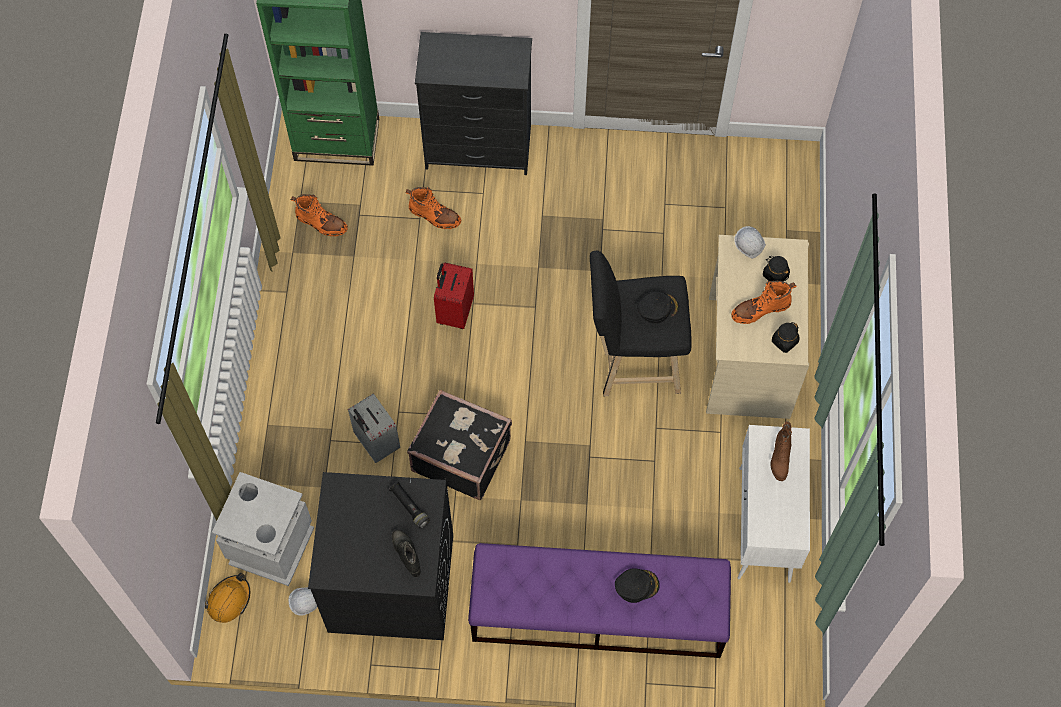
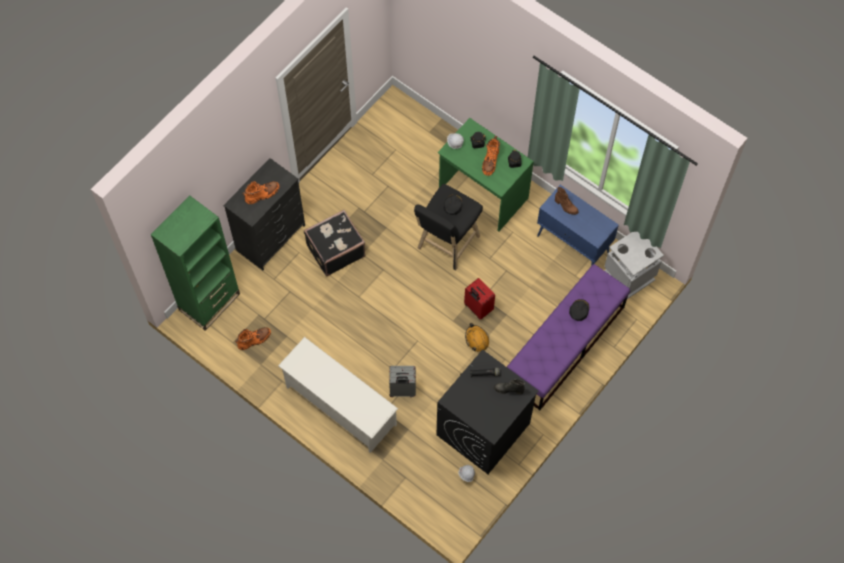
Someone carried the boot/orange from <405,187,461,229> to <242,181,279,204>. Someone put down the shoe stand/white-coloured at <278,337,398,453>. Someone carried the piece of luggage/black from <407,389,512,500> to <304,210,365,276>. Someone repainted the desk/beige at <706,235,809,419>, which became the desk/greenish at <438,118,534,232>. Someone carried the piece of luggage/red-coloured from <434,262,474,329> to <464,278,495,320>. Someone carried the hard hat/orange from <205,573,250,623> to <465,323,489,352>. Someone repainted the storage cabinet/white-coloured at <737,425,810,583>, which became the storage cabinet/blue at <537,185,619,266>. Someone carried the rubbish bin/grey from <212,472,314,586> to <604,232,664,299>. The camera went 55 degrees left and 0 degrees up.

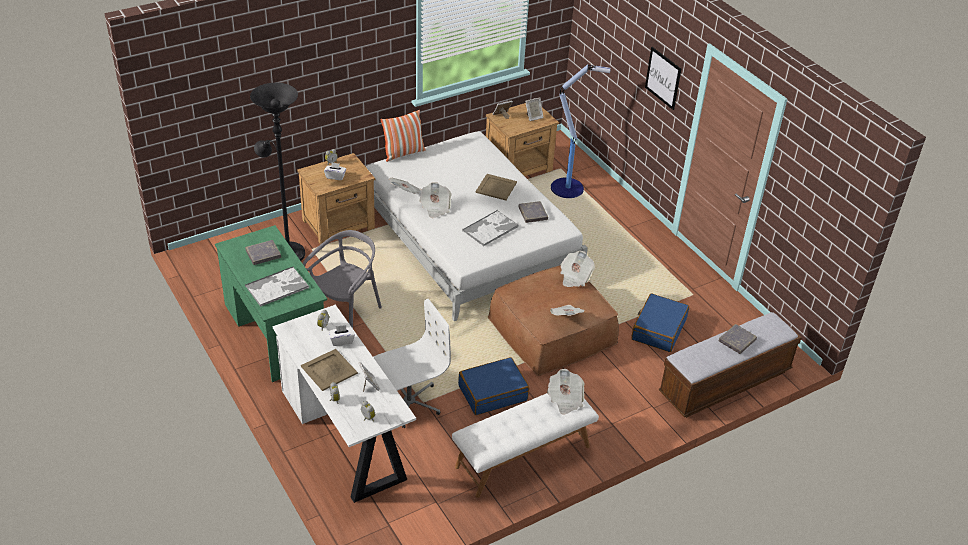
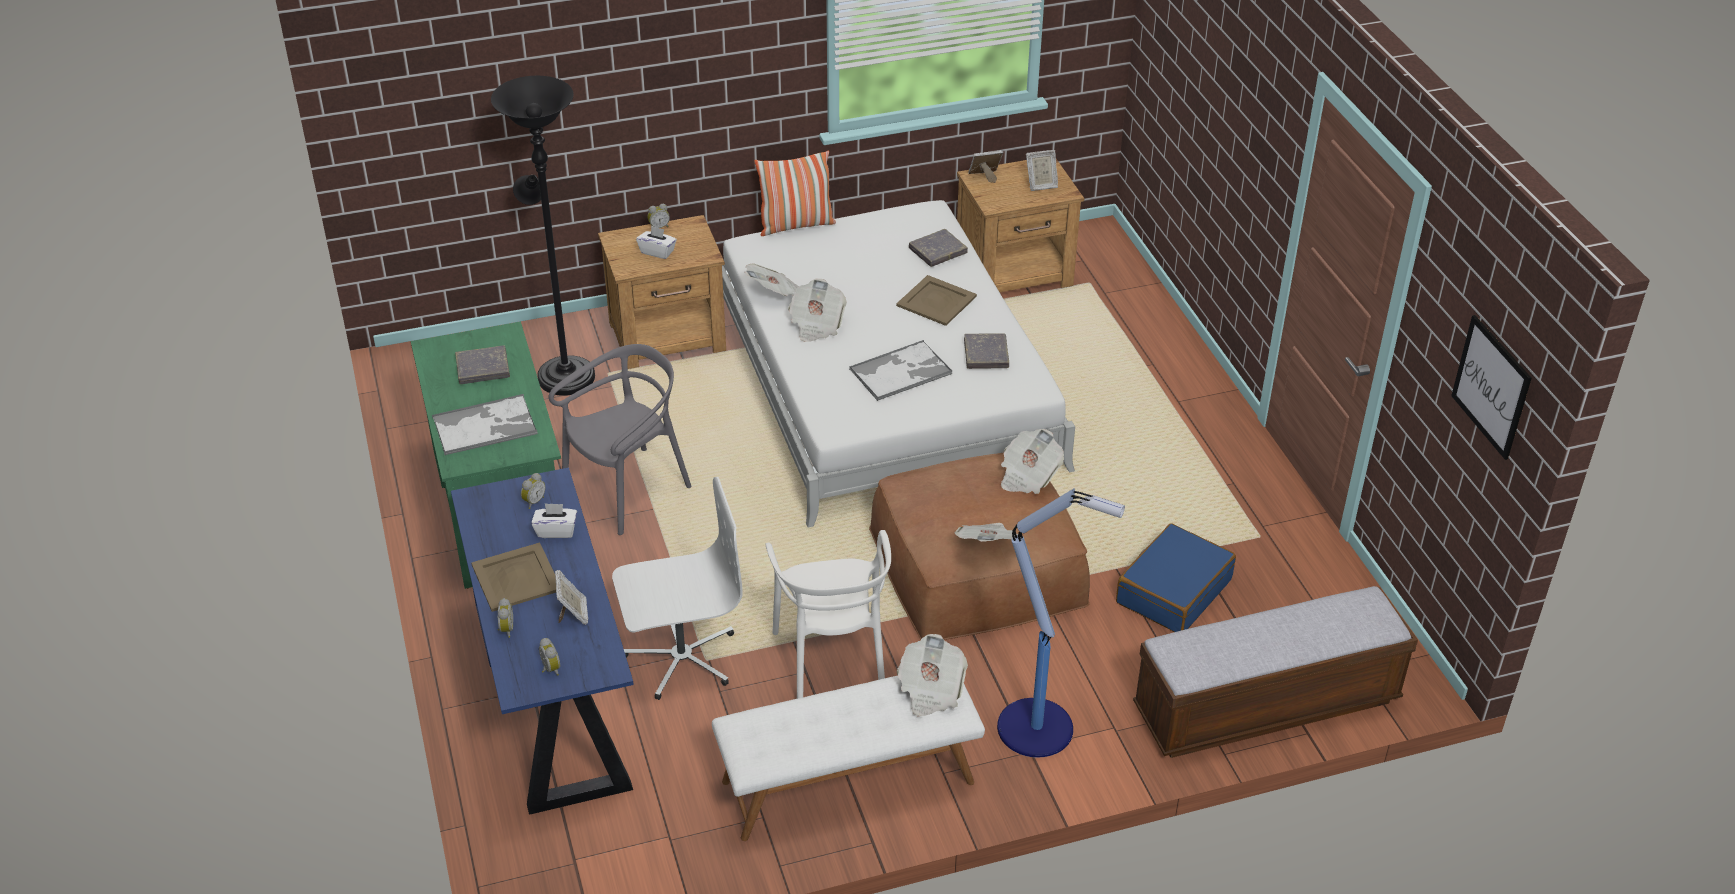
Someone repainted the desk/white-coloured at <273,305,416,503>, which became the desk/blue at <451,468,634,815>. Someone swapped the piece of luggage/blue at <458,357,529,415> for the chair/white-coloured at <765,530,891,699>. Someone carried the book/grey from <719,324,757,354> to <909,229,968,267>. Someone carried the standard lamp from <551,64,611,198> to <997,488,1125,757>. Someone carried the wall art from <645,47,681,110> to <1451,315,1532,460>. The camera went 15 degrees right and 0 degrees up.

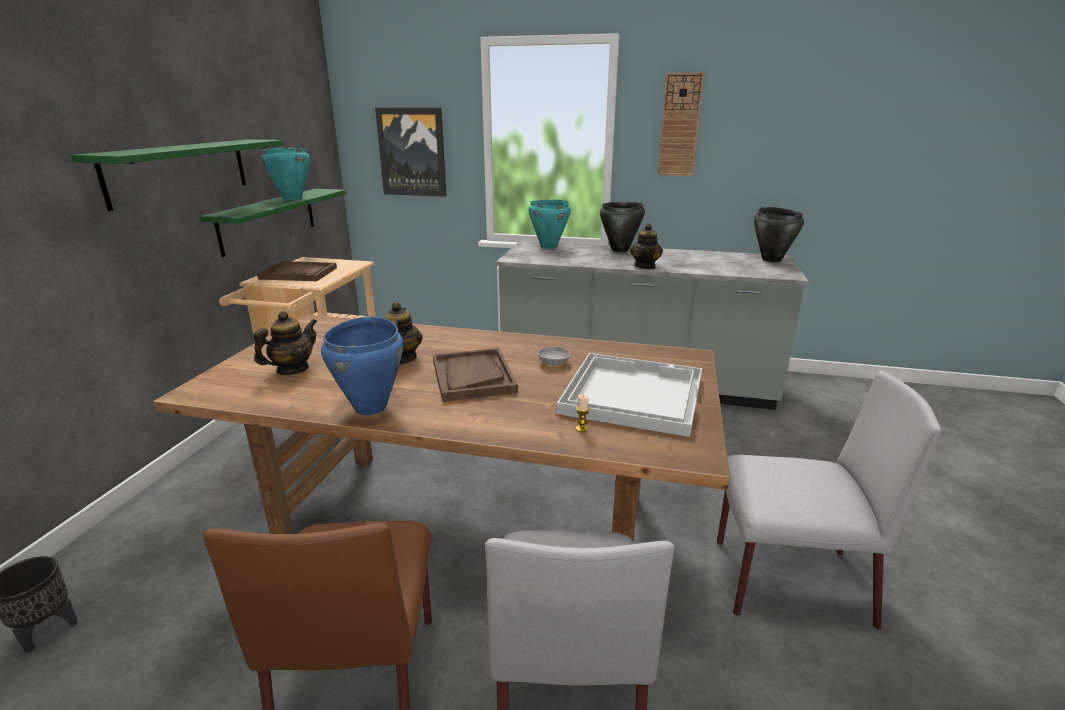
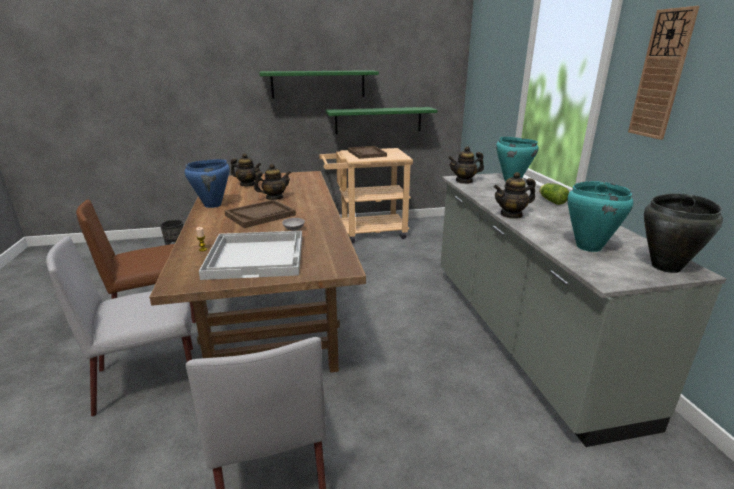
Someone put down the pot for tea at <448,146,484,184>. Someone swapped the cooking pot/black at <600,202,645,252> for the lettuce at <539,183,569,205>. Someone carried the cooking pot/blue-green from <262,147,310,200> to <567,181,633,252>. Someone took away the wall art at <375,108,447,197>. The camera went 65 degrees right and 0 degrees up.

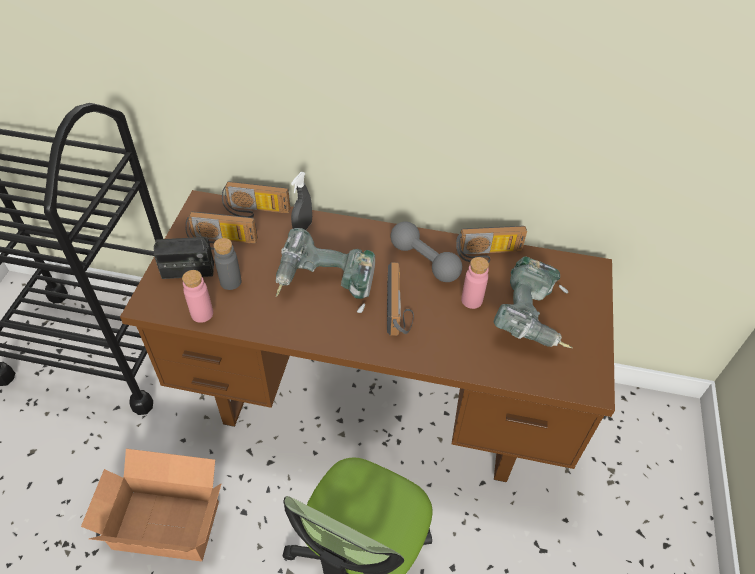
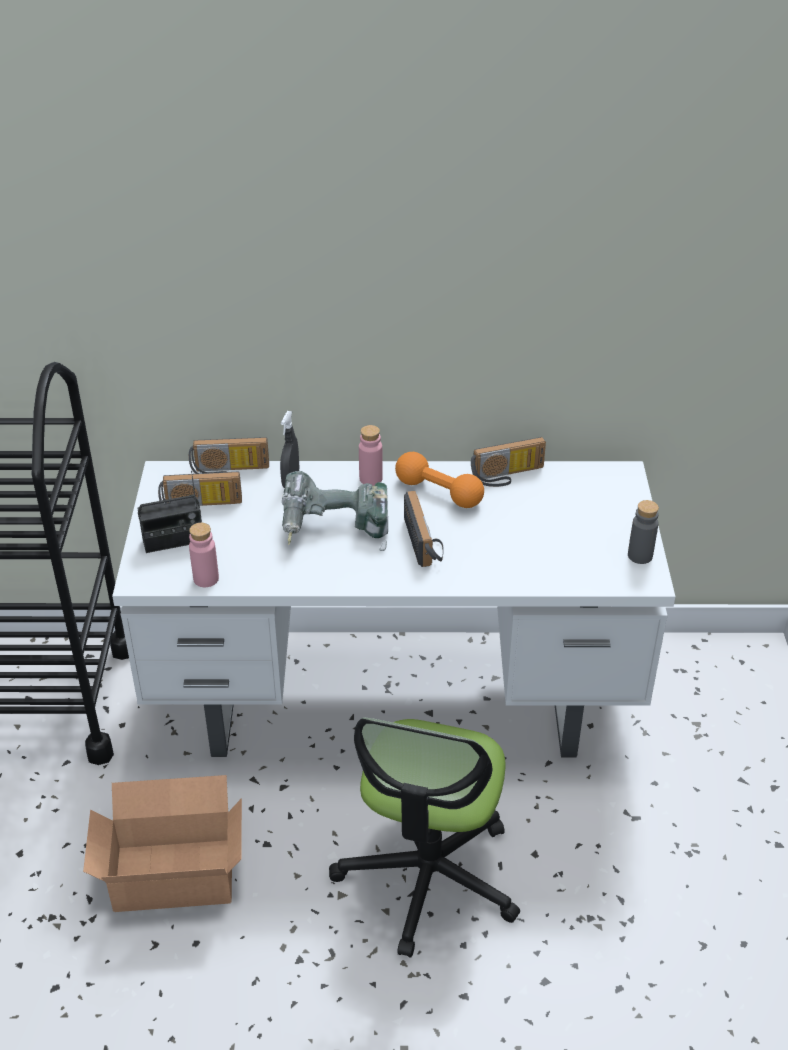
Someone repainted the desk/brown-coloured at <120,190,615,482>, which became the desk/white-coloured at <112,461,675,757>. Someone carried the drink bottle/pink-coloured from <461,257,489,309> to <359,425,383,486>. Someone repainted the hand weight/grey at <390,221,462,282>, which became the hand weight/orange at <395,452,484,508>. Someone carried the drink bottle/grey from <213,238,242,290> to <628,500,659,564>. Someone took away the drill at <494,257,573,348>. The camera went 10 degrees left and 10 degrees down.

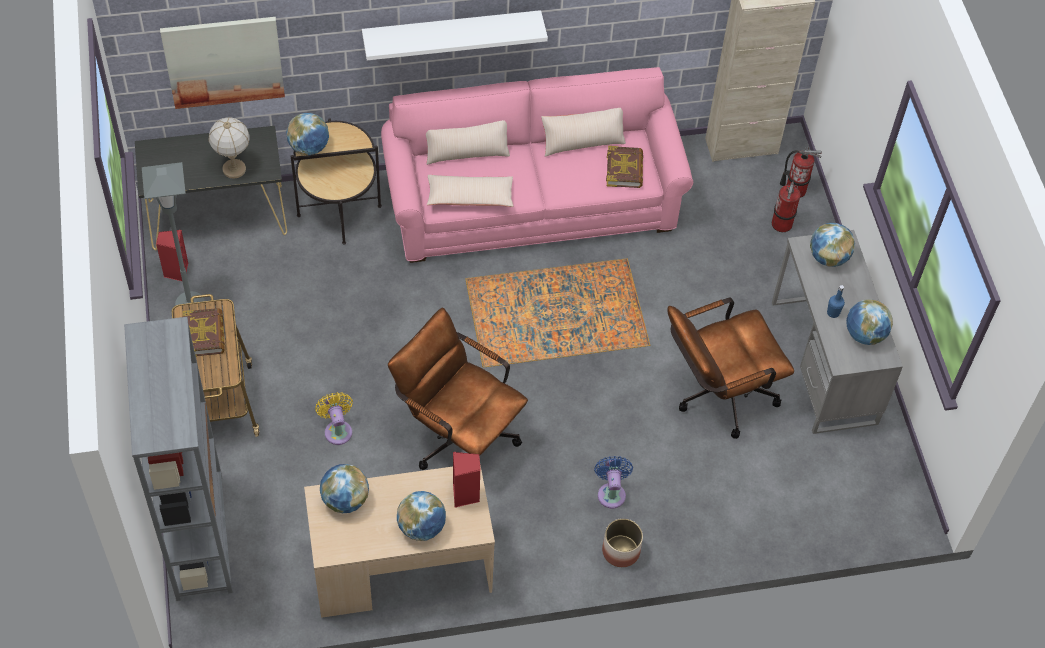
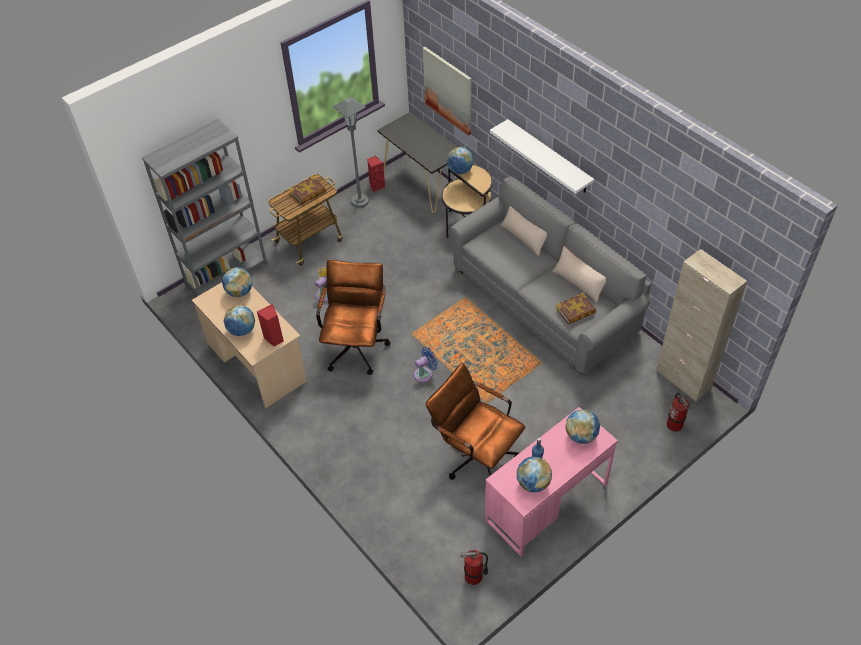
Someone carried the electric fan/blue from <594,456,633,508> to <414,347,438,382>. Someone repainted the sofa/pink-coloured at <381,67,693,263>, which became the sofa/grey at <449,176,651,375>. Someone carried the fire-fighting cylinder from <772,180,800,232> to <460,550,488,585>. Someone repainted the desk/grey at <772,230,903,434>, which became the desk/pink-coloured at <485,407,618,556>. Someone took away the tabletop lamp at <209,117,250,179>. Someone took away the throw pillow/beige at <427,175,514,207>. Someone took away the plant pot at <602,518,643,567>. The camera went 65 degrees right and 5 degrees down.

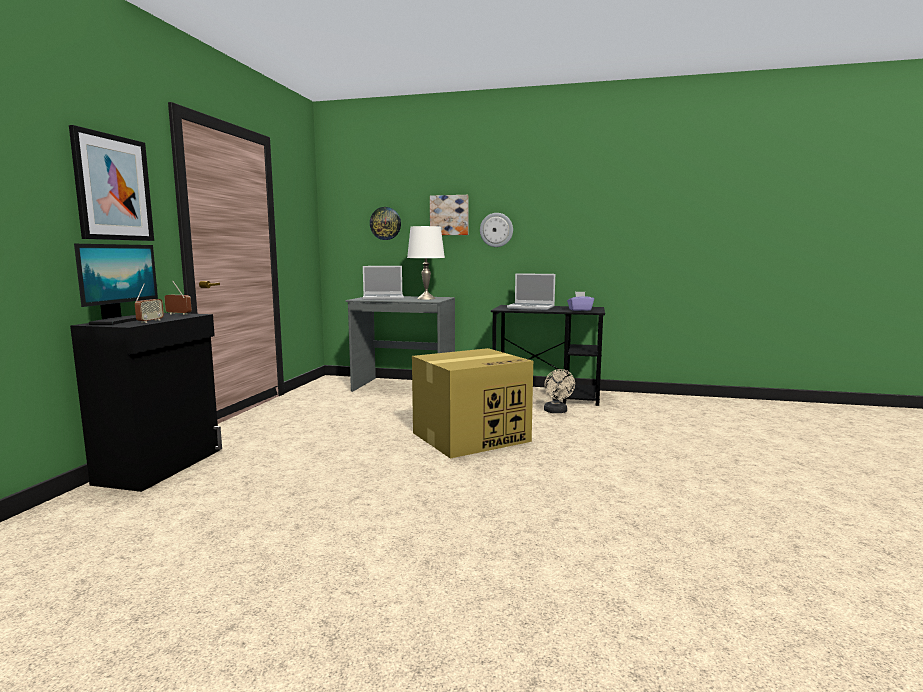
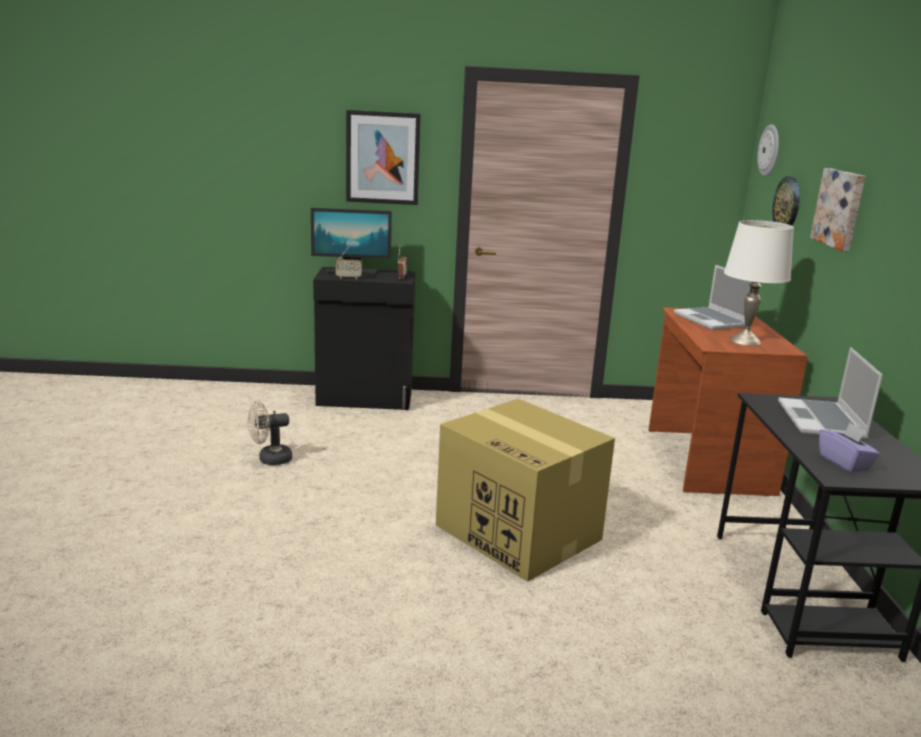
Someone carried the electric fan/beige from <544,369,575,413> to <247,401,292,465>. Someone repainted the desk/grey at <345,296,455,392>, which became the desk/brown-coloured at <649,307,808,496>. Someone carried the clock on the wall from <480,213,513,247> to <757,124,779,177>. The camera went 75 degrees right and 10 degrees up.

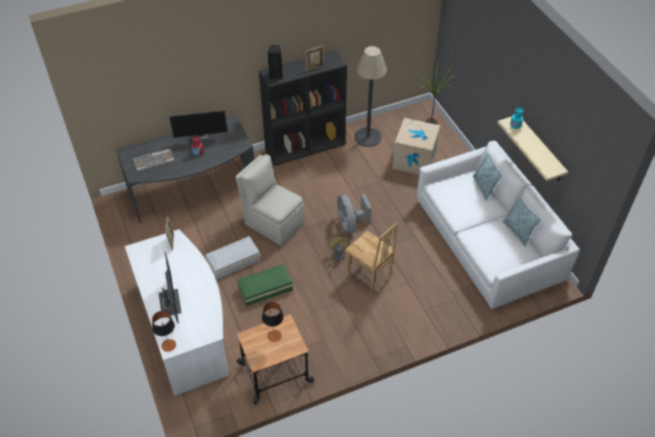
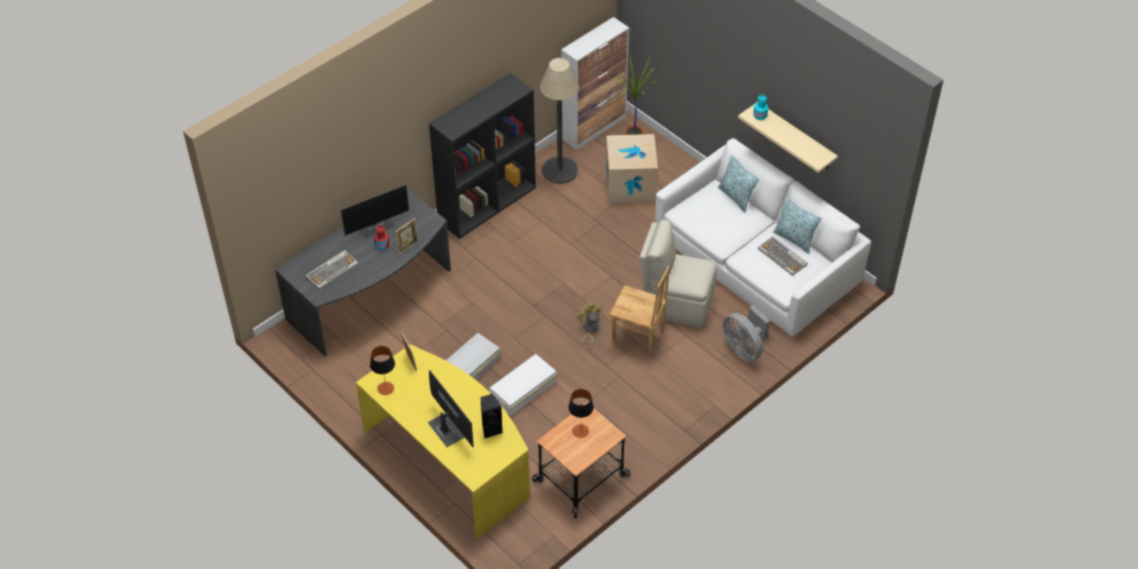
Someone repainted the desk/white-coloured at <125,229,229,396>, which became the desk/yellowish at <356,344,530,539>. Someone carried the tabletop lamp from <152,311,176,352> to <370,346,395,395>. Someone carried the picture frame from <305,45,324,71> to <395,218,419,254>. Someone carried the loudspeaker/black from <268,45,283,79> to <480,394,503,438>. Someone repainted the storage container/greenish at <237,264,293,306>, which became the storage container/white-coloured at <489,354,557,416>. Someone put down the storage cabinet at <561,17,629,150>. Someone carried the chair/beige from <235,154,304,246> to <640,220,717,329>. Someone carried the electric fan/grey from <337,194,371,233> to <723,305,770,361>. Someone put down the computer keyboard at <758,236,808,276>. The camera went 20 degrees left and 0 degrees up.

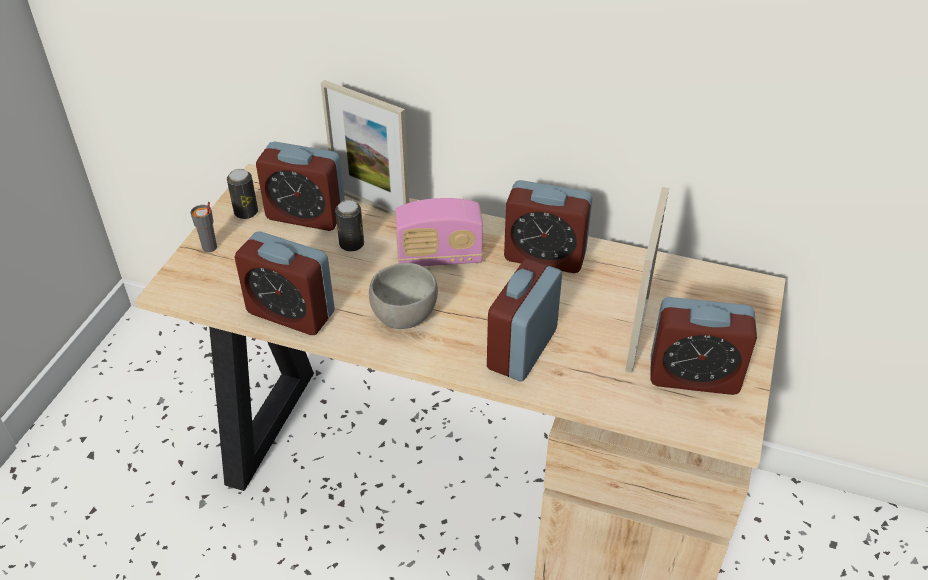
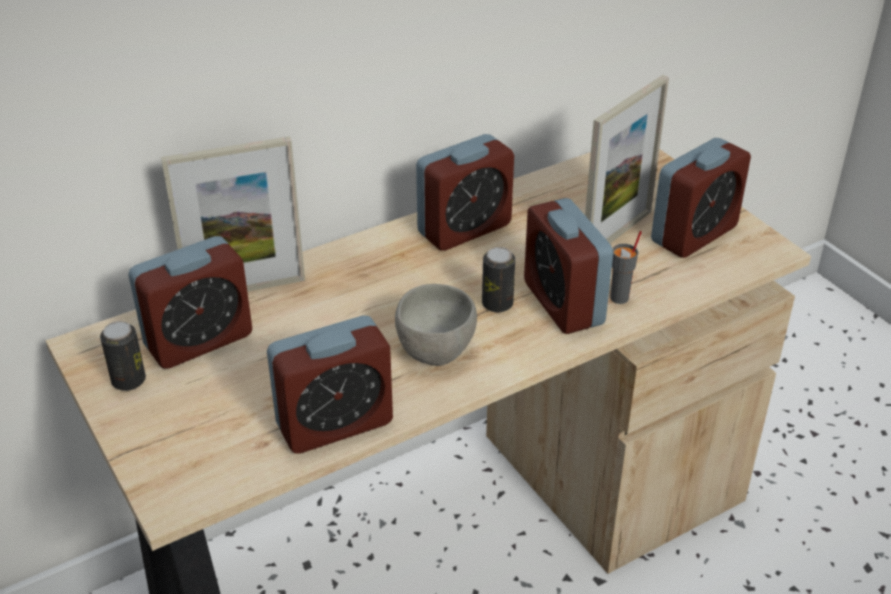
Someone carried the can from <335,200,364,252> to <482,247,515,313>. Someone rotated the picture frame at <625,187,669,373> by 75 degrees clockwise. Someone carried the small cup/grey from <190,202,217,252> to <610,231,642,304>. Someone took away the radio set at <395,198,483,266>. The camera went 50 degrees left and 5 degrees down.

